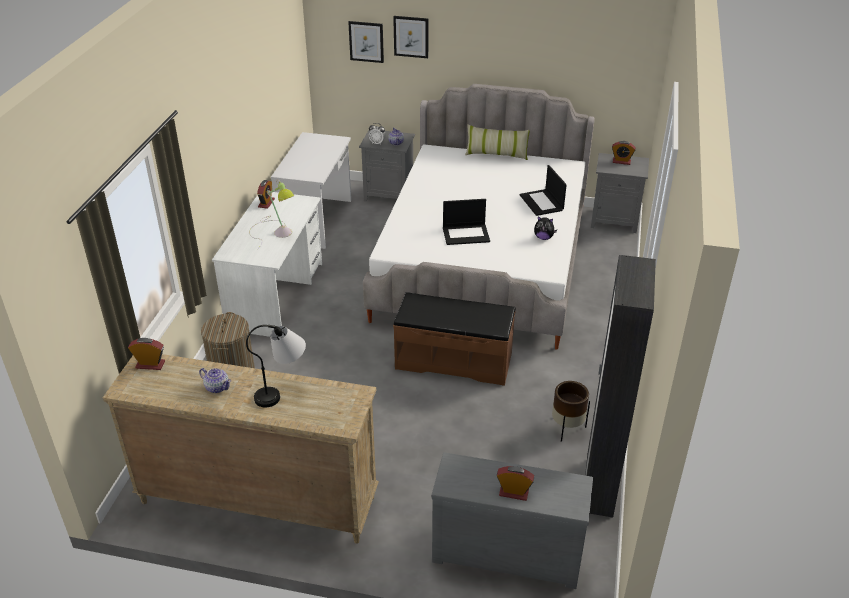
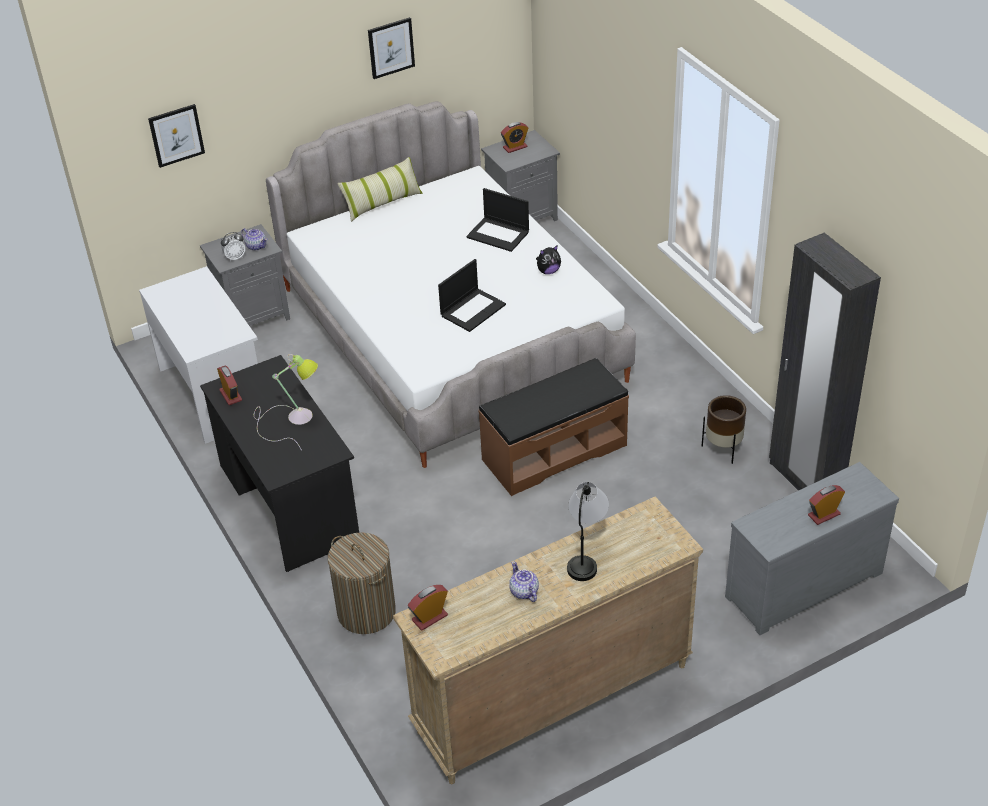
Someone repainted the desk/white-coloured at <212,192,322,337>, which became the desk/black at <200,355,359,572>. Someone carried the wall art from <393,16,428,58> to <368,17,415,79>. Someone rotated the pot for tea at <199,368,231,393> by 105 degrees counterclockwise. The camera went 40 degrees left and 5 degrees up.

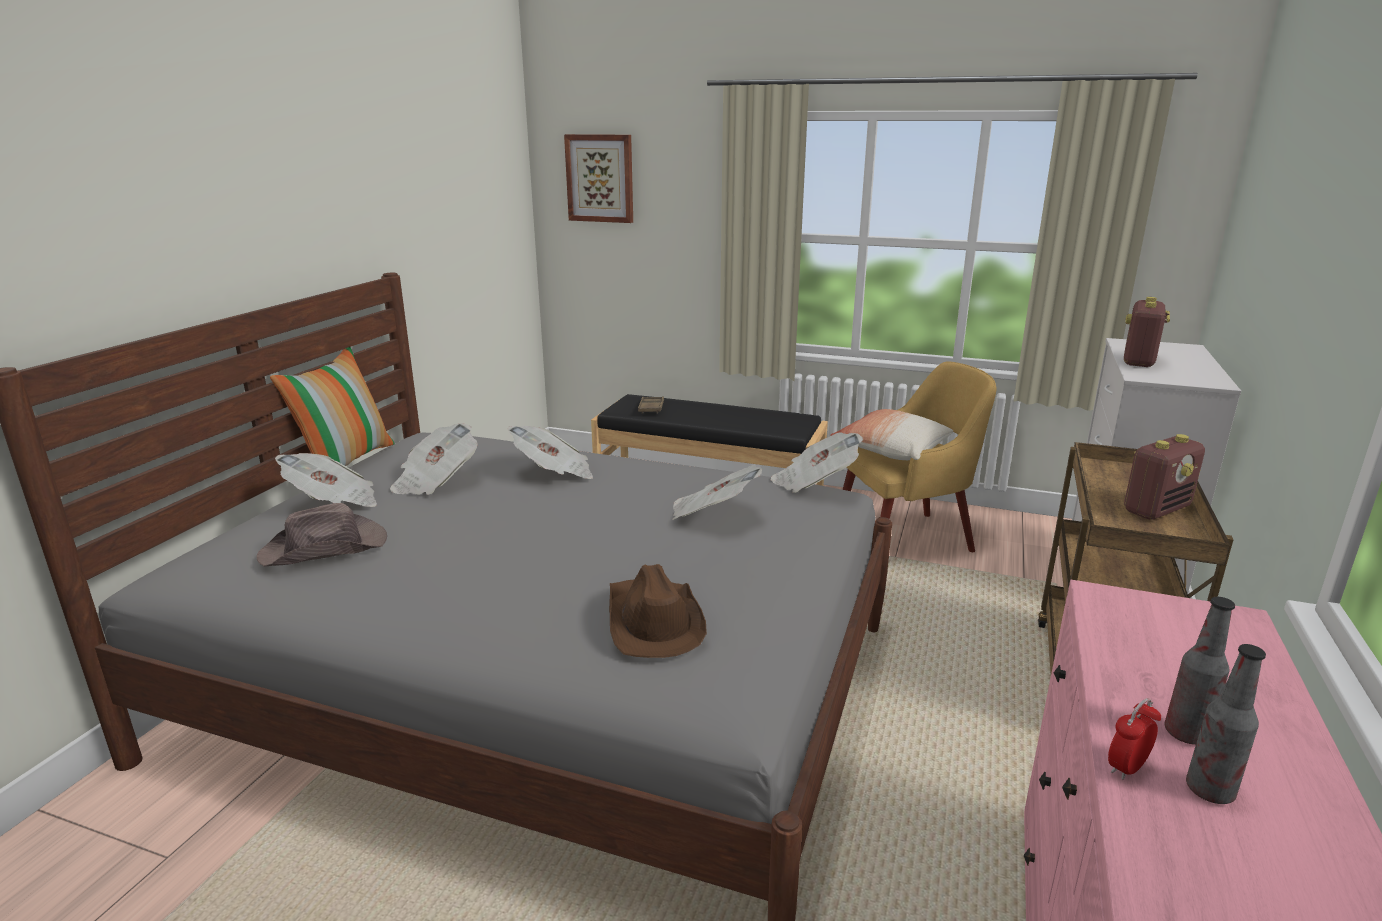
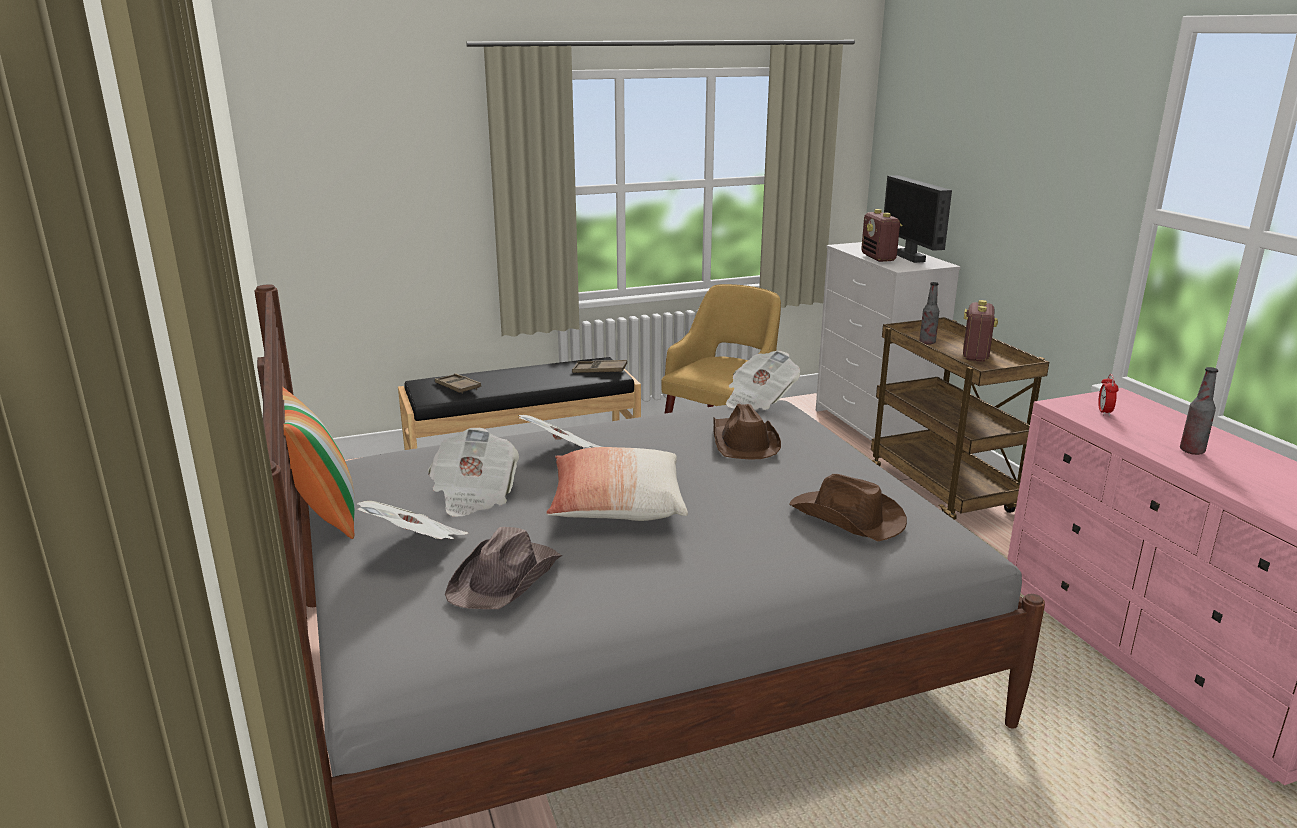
Someone carried the throw pillow from <830,409,953,460> to <546,447,688,521>. Someone put down the serving tray/brown-coloured at <572,360,627,373>. Someone swapped the printed paper at <673,465,762,520> for the wearable hat/brown-coloured at <713,403,781,460>. Someone put down the computer screen at <884,175,952,263>. Someone carried the drink bottle from <1186,644,1266,804> to <919,282,939,345>. Someone carried the alarm clock from <1108,698,1161,780> to <1098,374,1119,416>. Someone took away the wall art at <564,134,633,223>. The camera went 40 degrees left and 0 degrees up.

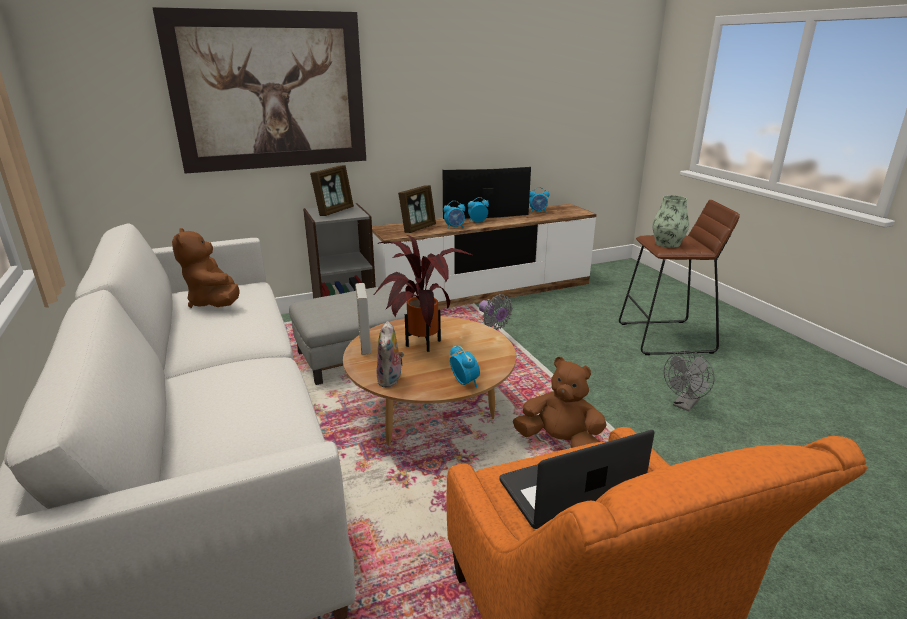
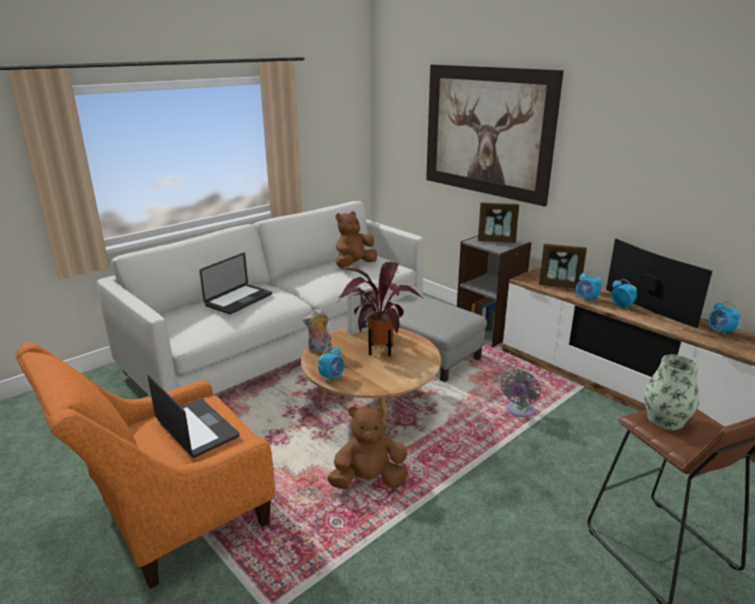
Someone put down the notebook computer at <199,253,272,314>. Someone rotated the cuddly toy/brown-coloured at <513,357,607,448> by 105 degrees counterclockwise. Someone took away the electric fan/grey at <664,350,715,411>. The camera went 70 degrees right and 0 degrees up.

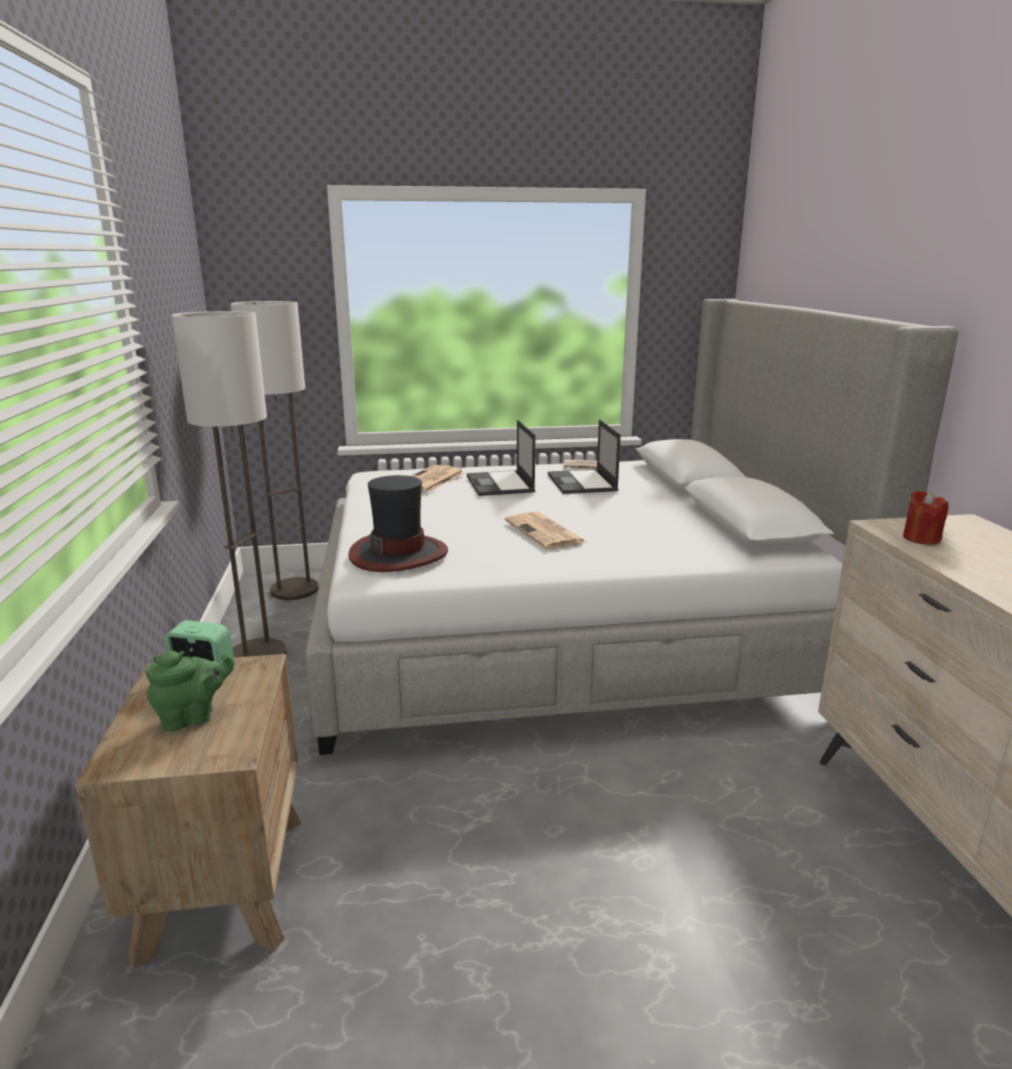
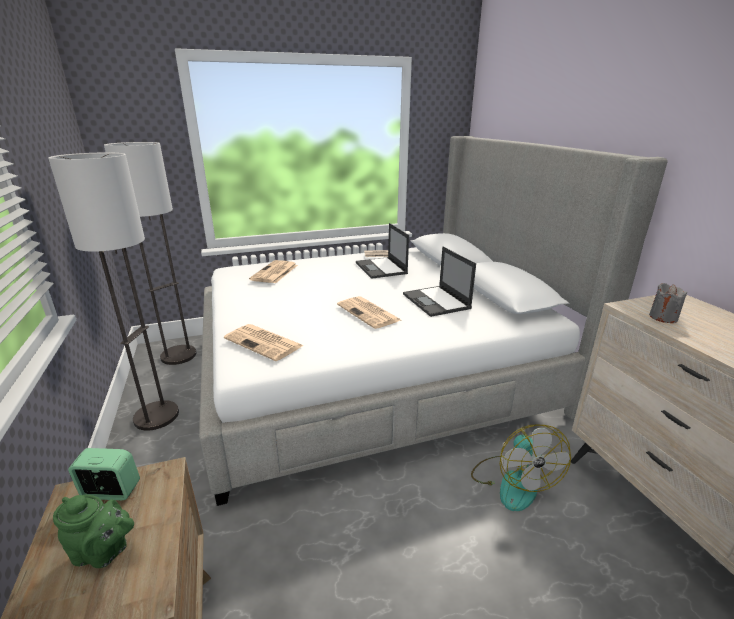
Someone rotated the pot for tea/greenish at <145,651,234,731> by 45 degrees clockwise. Someone swapped the wearable hat at <348,475,448,572> for the printed paper at <224,324,304,361>. Someone carried the notebook computer from <467,420,535,496> to <403,246,476,317>. Someone put down the electric fan at <471,424,571,511>. Someone repainted the wax candle/red-coloured at <903,491,949,545>, which became the wax candle/grey at <649,283,687,323>. The camera went 10 degrees left and 5 degrees up.

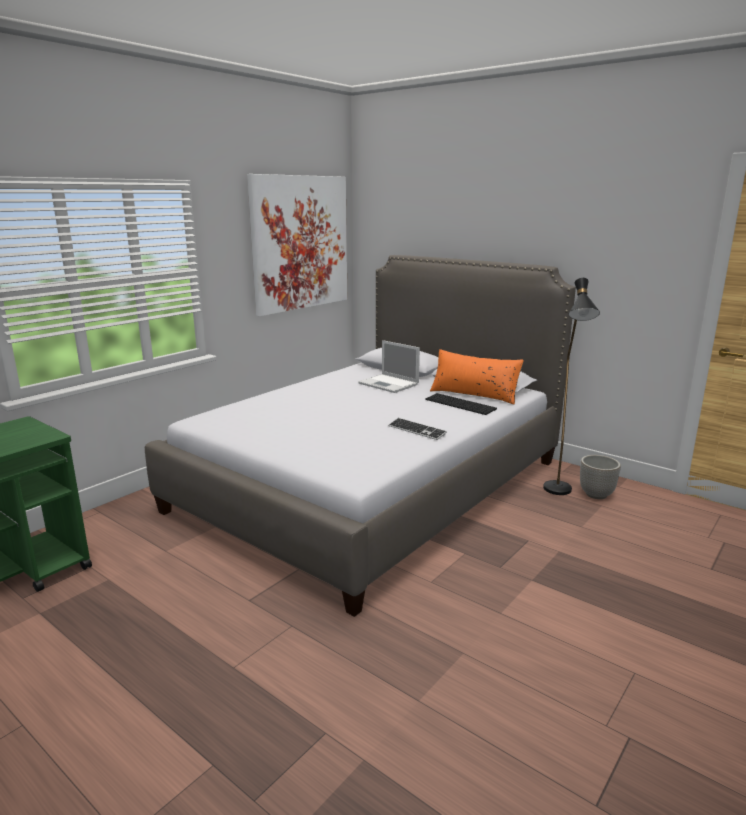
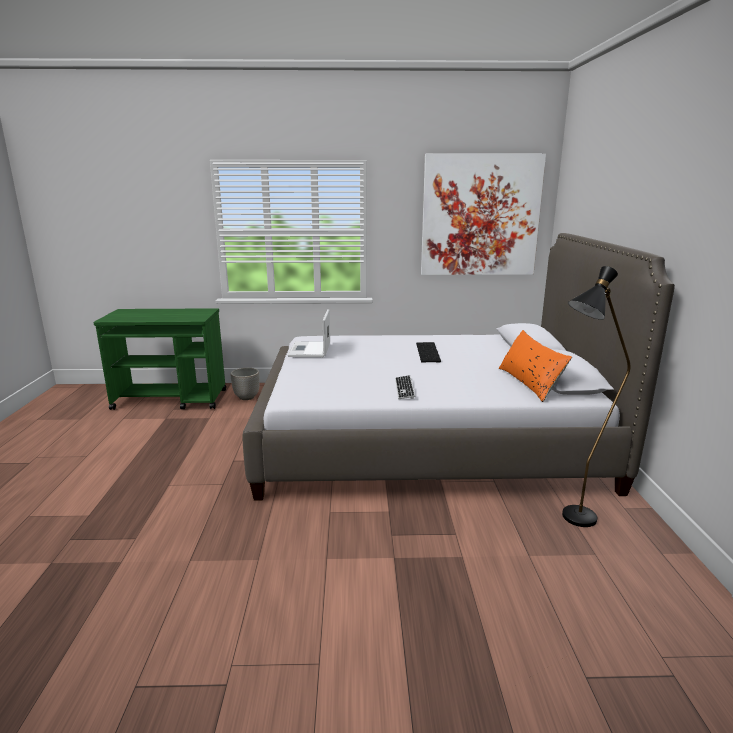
Someone carried the plant pot from <580,455,621,499> to <230,368,260,400>. Someone carried the notebook computer from <358,340,420,393> to <288,309,330,357>. Someone carried the computer keyboard from <425,393,497,415> to <416,342,441,362>. The camera went 50 degrees right and 0 degrees up.

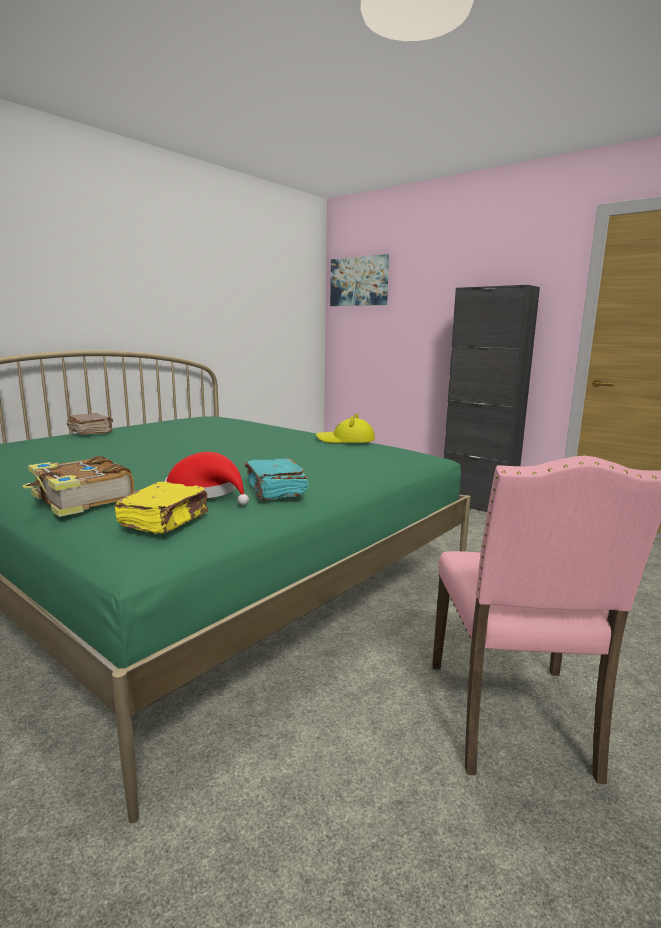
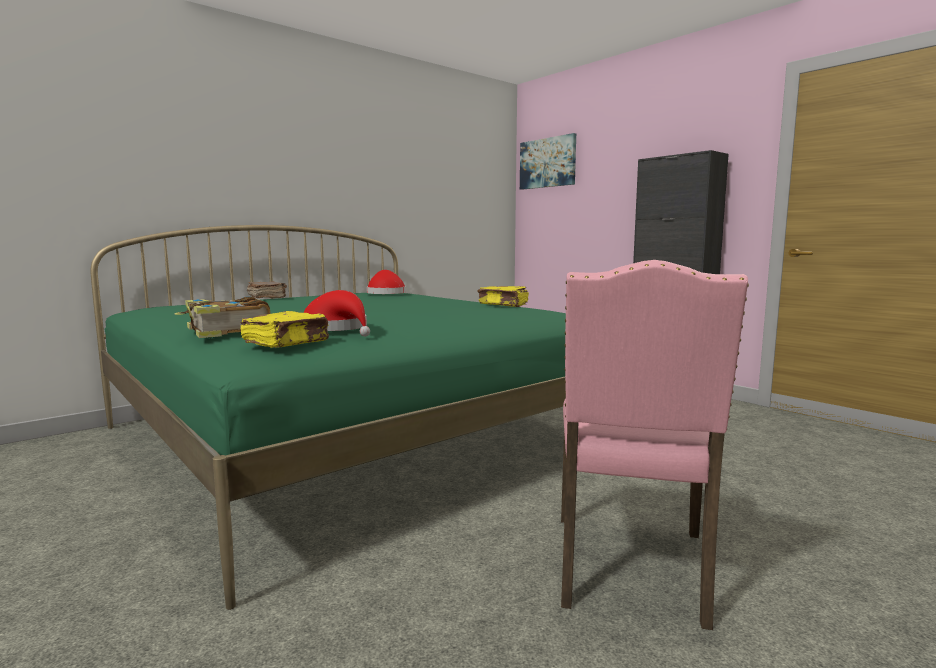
Someone put down the wearable hat/red-coloured at <367,270,406,294>. Someone swapped the wearable hat/yellowish at <316,413,375,443> for the book/yellowish at <478,286,529,307>. Someone took away the book/blue-green at <245,458,308,500>. The camera went 10 degrees right and 5 degrees down.

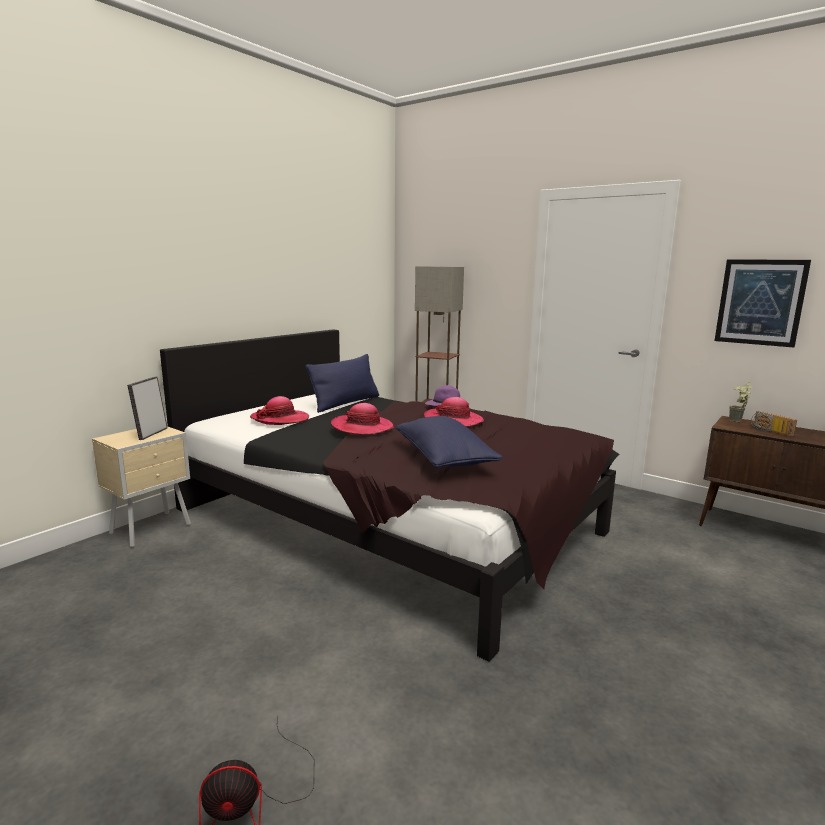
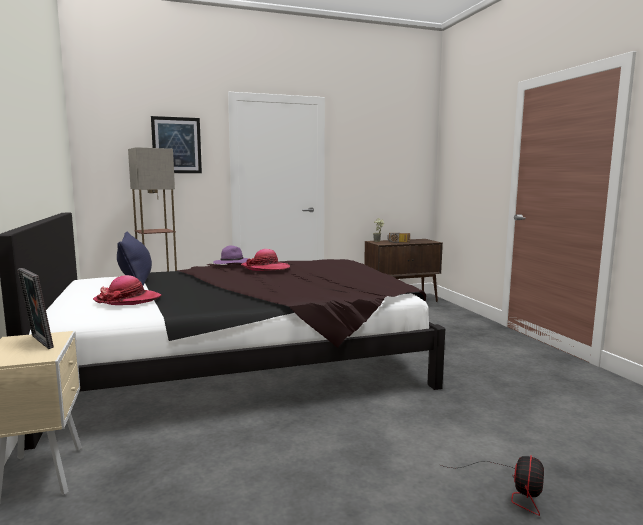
Someone carried the wall art from <715,259,811,347> to <151,116,202,173>. Someone took away the wearable hat at <331,403,394,435>. Someone took away the throw pillow/blue at <396,416,503,468>. The camera went 55 degrees left and 5 degrees down.

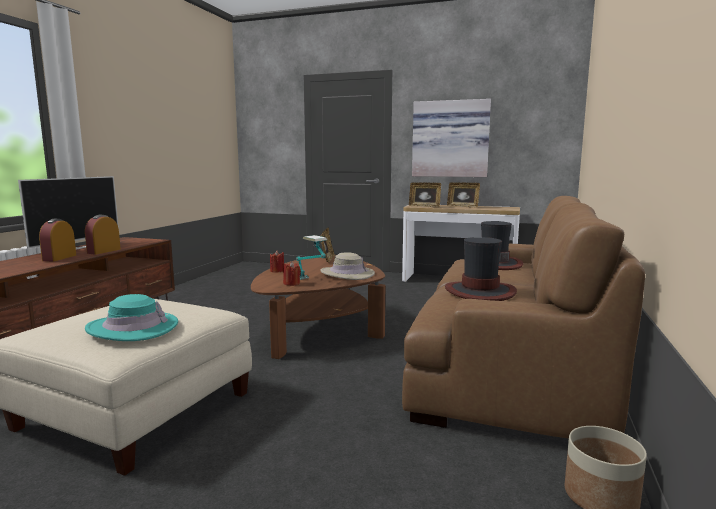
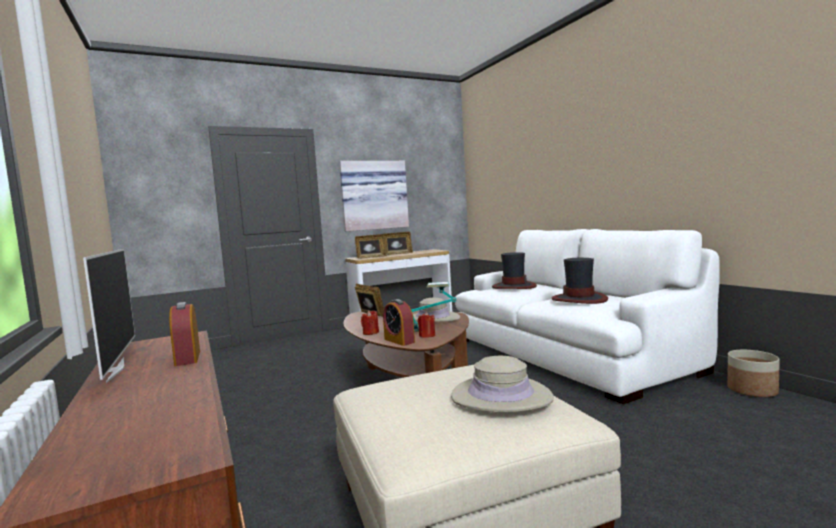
Someone carried the alarm clock from <39,219,76,261> to <383,299,415,346>. Someone repainted the wearable hat/blue-green at <85,294,178,341>, which became the wearable hat/beige at <451,356,554,412>. Someone repainted the sofa/brown-coloured at <402,196,645,439>, which became the sofa/white-coloured at <455,229,720,404>. The camera went 45 degrees left and 5 degrees down.

